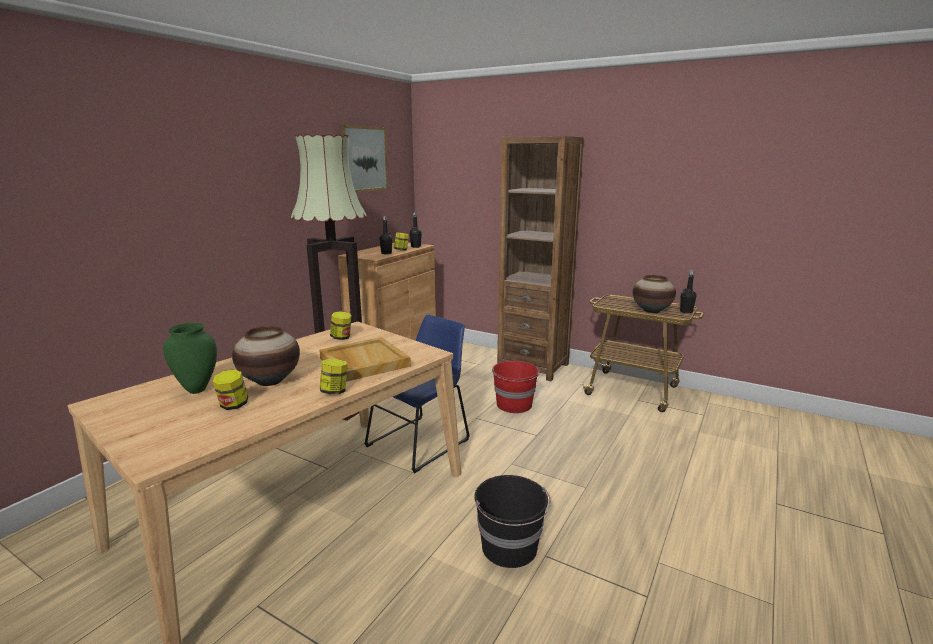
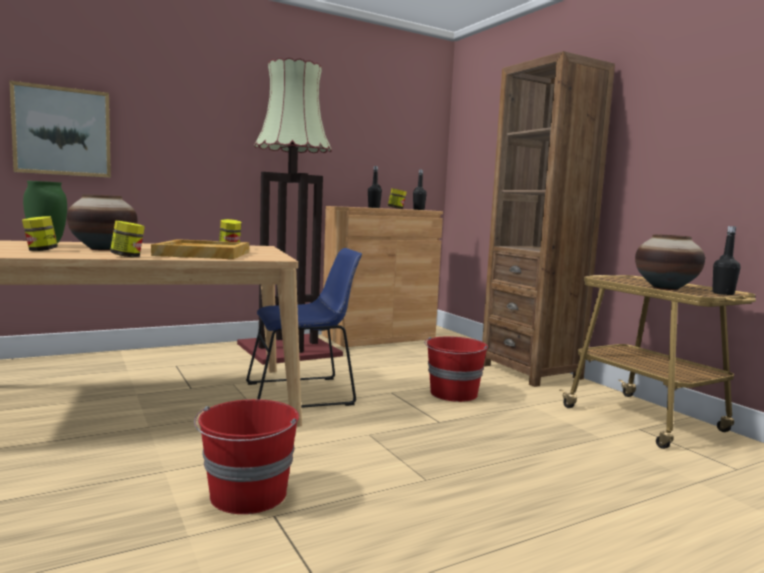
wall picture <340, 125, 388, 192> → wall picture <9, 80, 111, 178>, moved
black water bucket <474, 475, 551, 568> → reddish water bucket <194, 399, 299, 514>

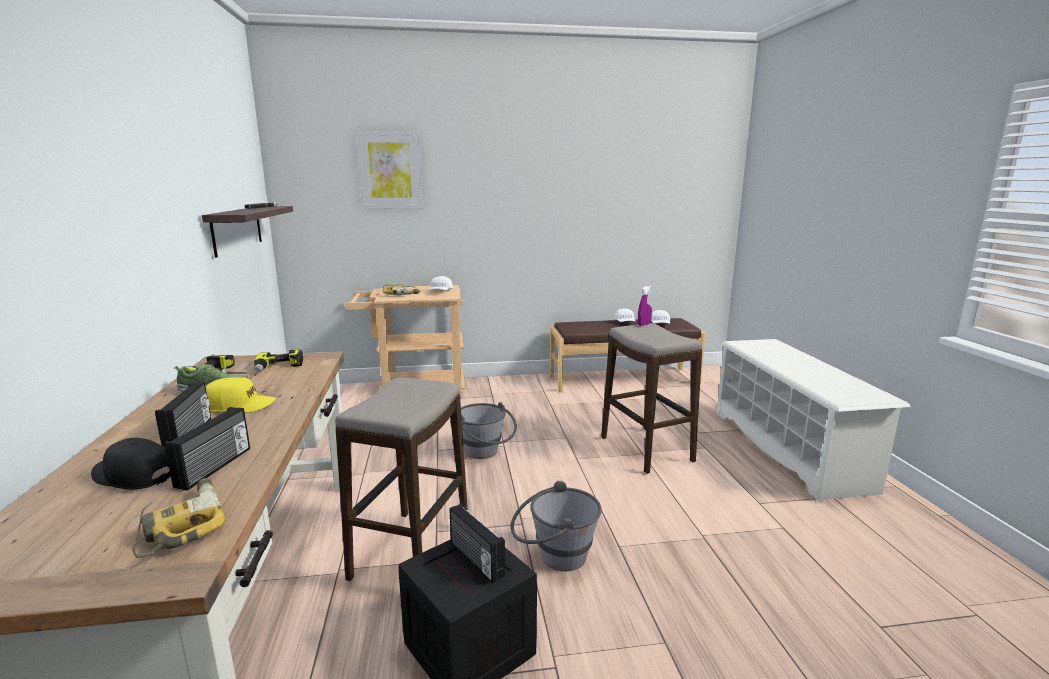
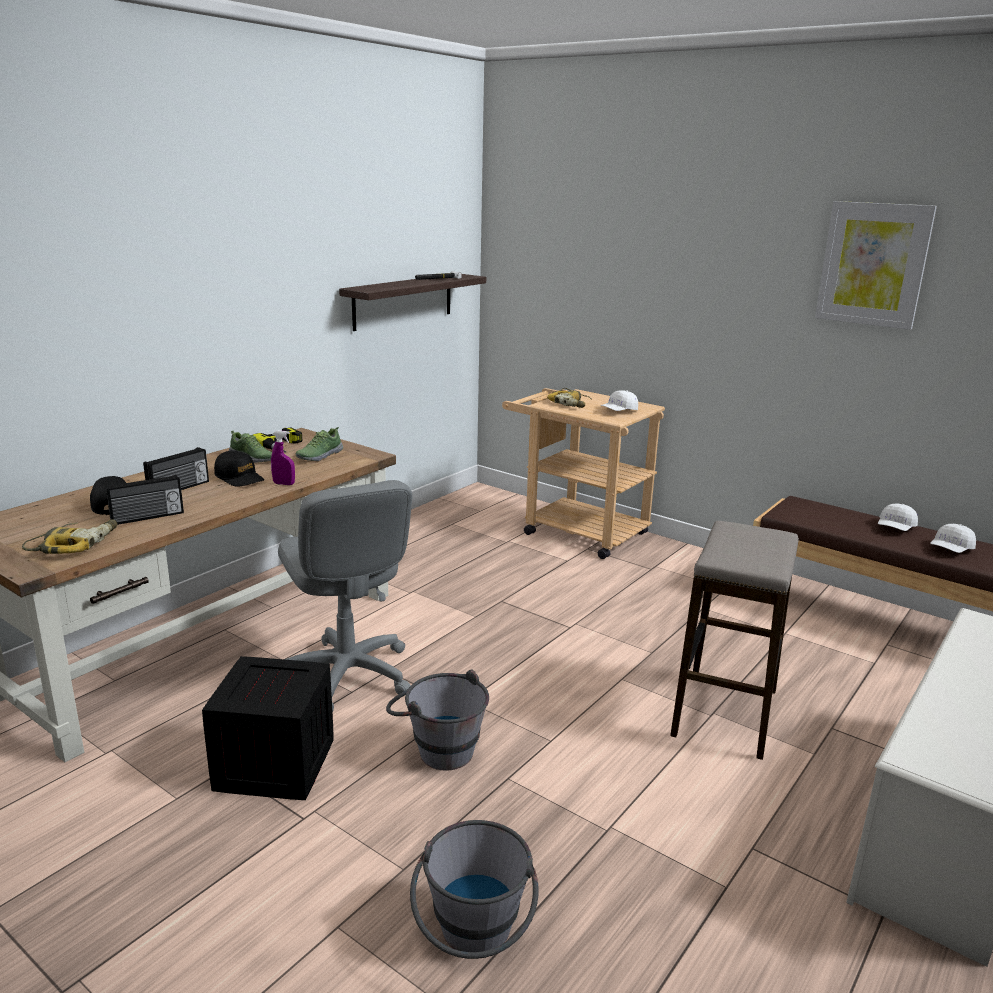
yellow baseball cap <206, 377, 276, 413> → black baseball cap <214, 451, 264, 487>
power drill <254, 349, 303, 376> → shoe <295, 427, 343, 461>
stool <335, 377, 468, 581> → gray office chair <278, 480, 412, 712>
wall picture <356, 131, 423, 209> → wall picture <815, 201, 937, 330>, moved
radio receiver <449, 504, 505, 583> → -
gray water bucket <461, 402, 517, 459> → gray water bucket <410, 820, 538, 959>, moved
purple sprayer <638, 286, 652, 326> → purple sprayer <271, 430, 295, 485>, moved

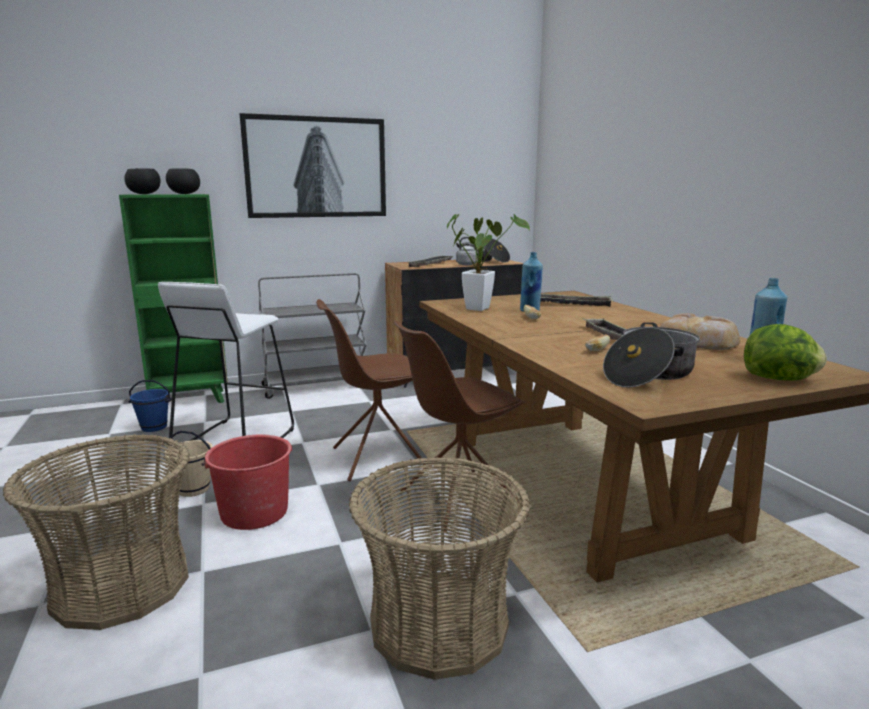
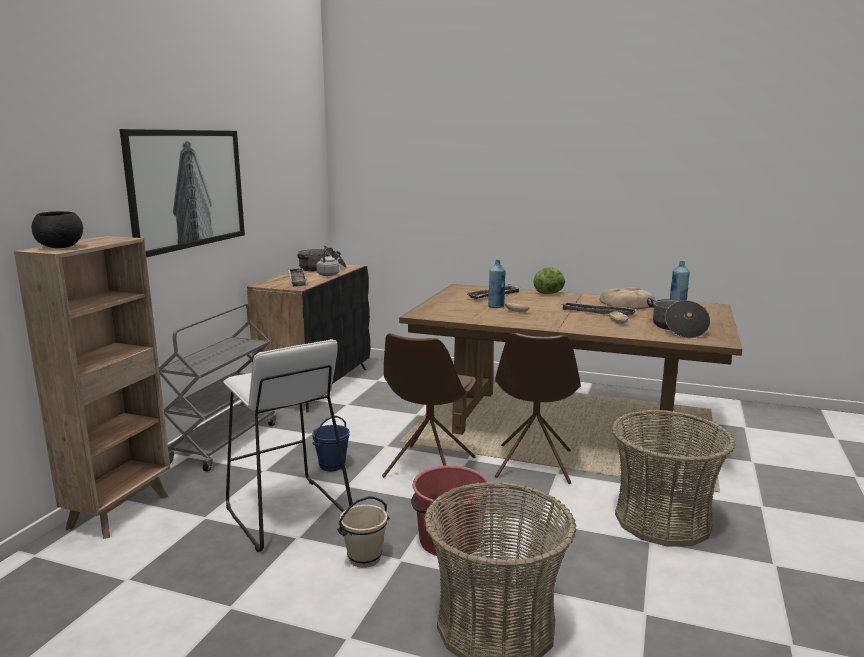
green shelving unit <119, 194, 228, 403> → brownish shelving unit <14, 236, 171, 539>
blue water bucket <128, 380, 172, 432> → blue water bucket <312, 416, 350, 471>, moved
black deep dish <166, 168, 200, 194> → -
plant in a pot <447, 214, 530, 311> → -
head of lettuce <744, 324, 827, 381> → head of lettuce <533, 267, 565, 294>, moved

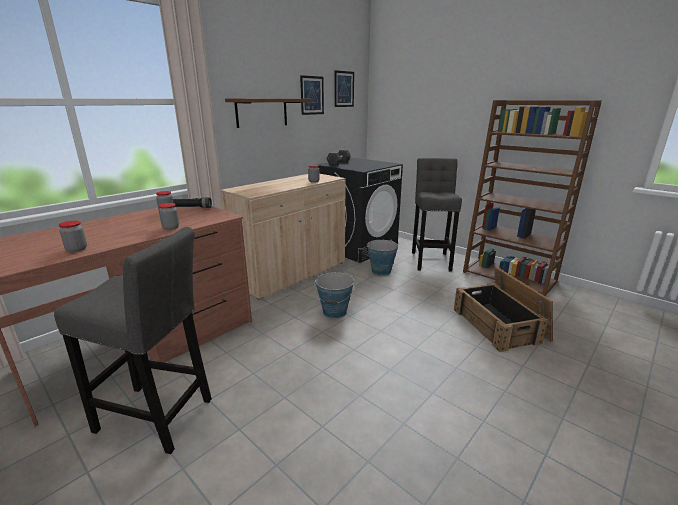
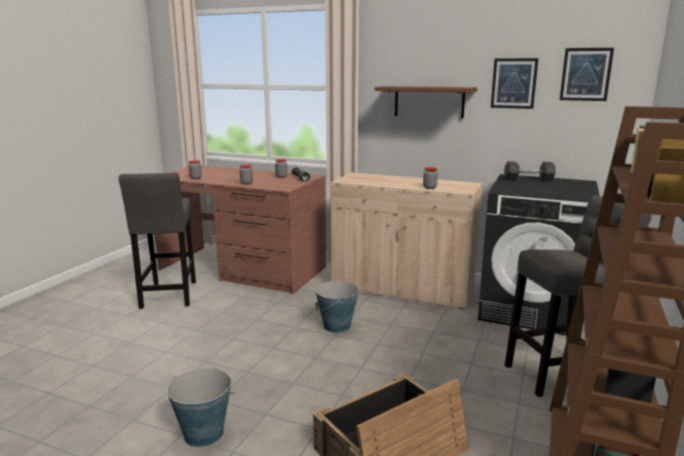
water bucket <366, 240, 398, 276> → water bucket <167, 368, 234, 447>, moved

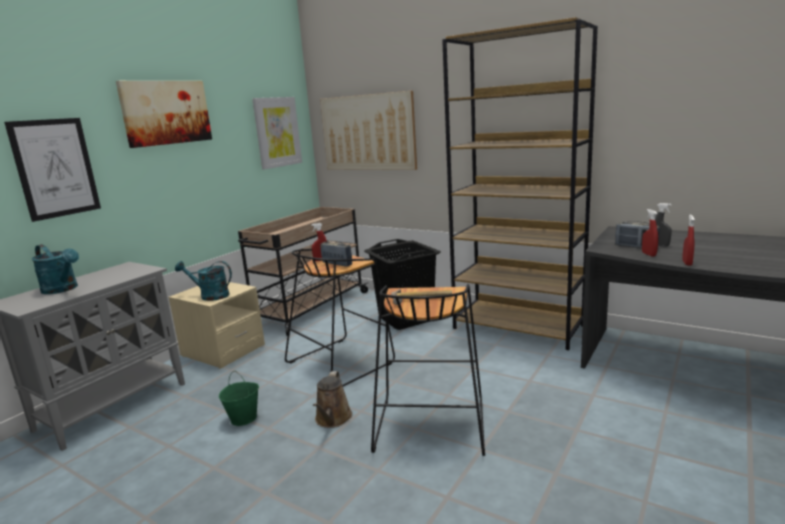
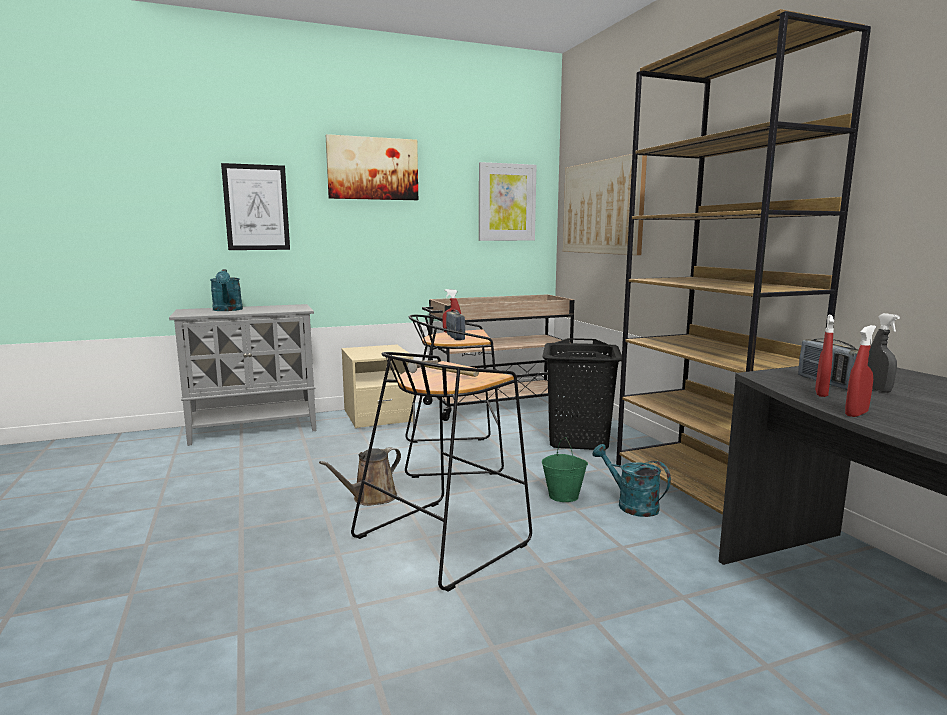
blue-green watering can <175, 261, 232, 301> → blue-green watering can <592, 444, 671, 517>, moved
green water bucket <219, 371, 259, 426> → green water bucket <542, 437, 588, 502>, moved

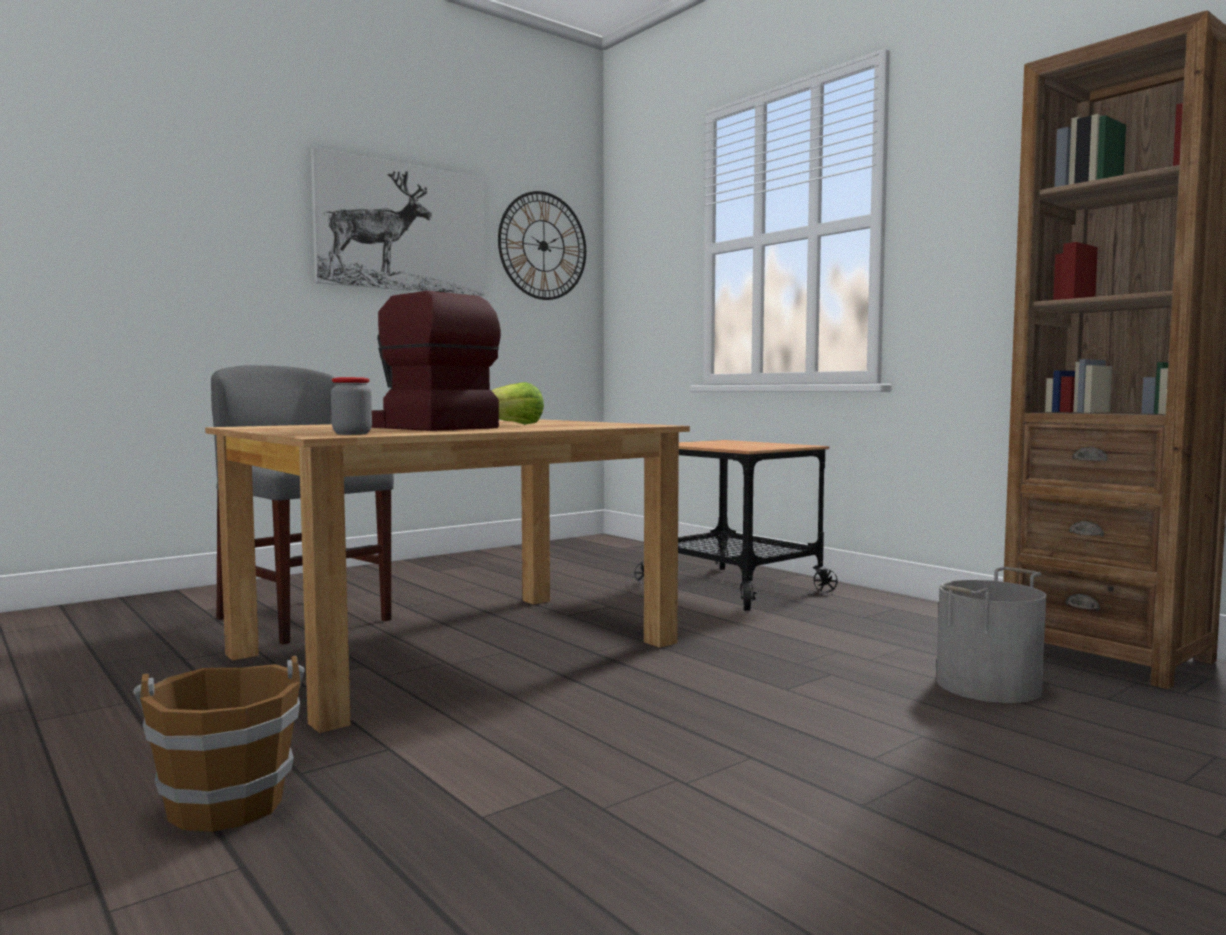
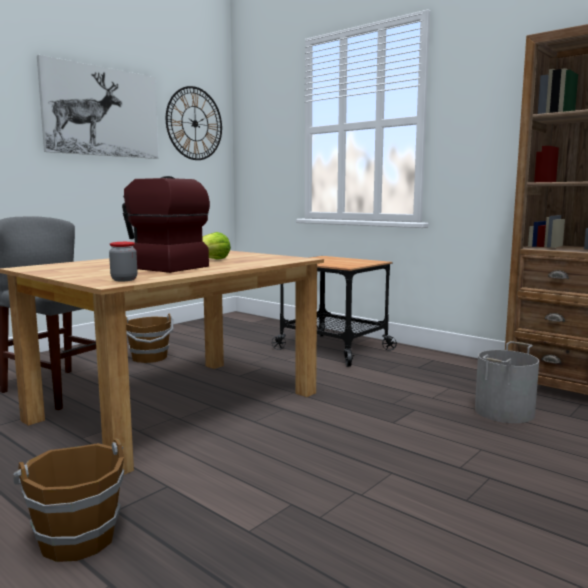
- → brownish water bucket <126, 313, 173, 363>

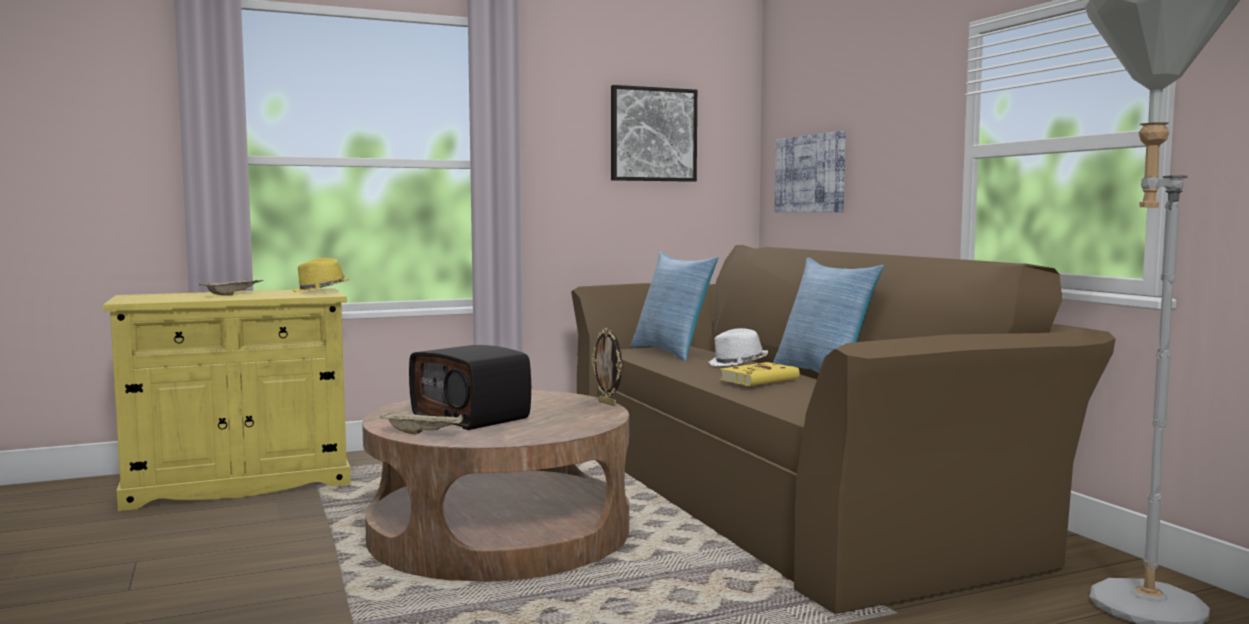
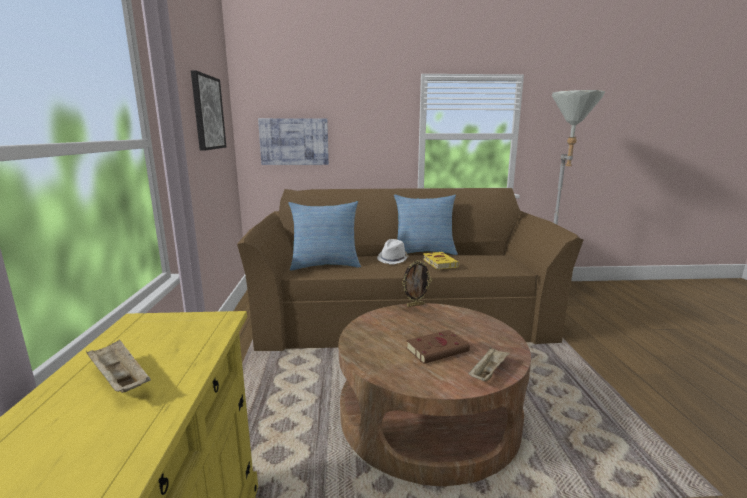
yellow hat <293, 258, 350, 292> → -
radio receiver <409, 345, 531, 430> → brownish book <406, 330, 470, 364>

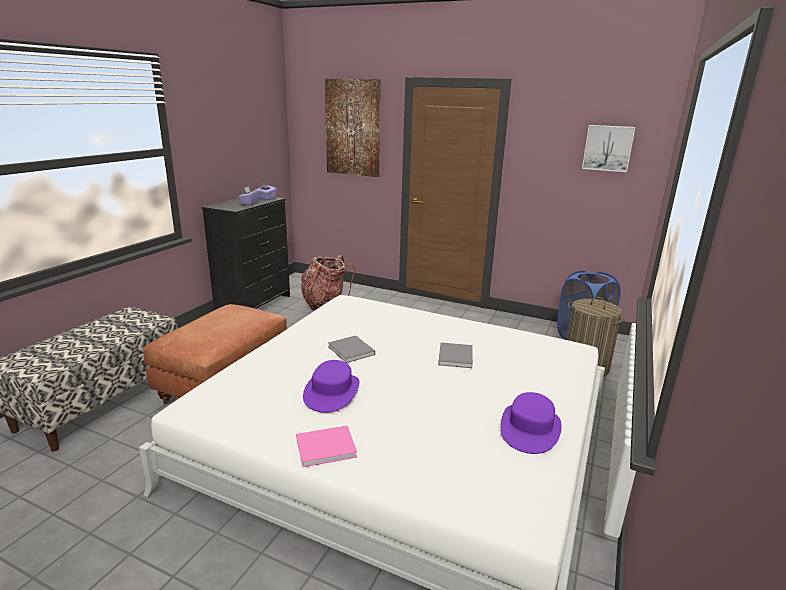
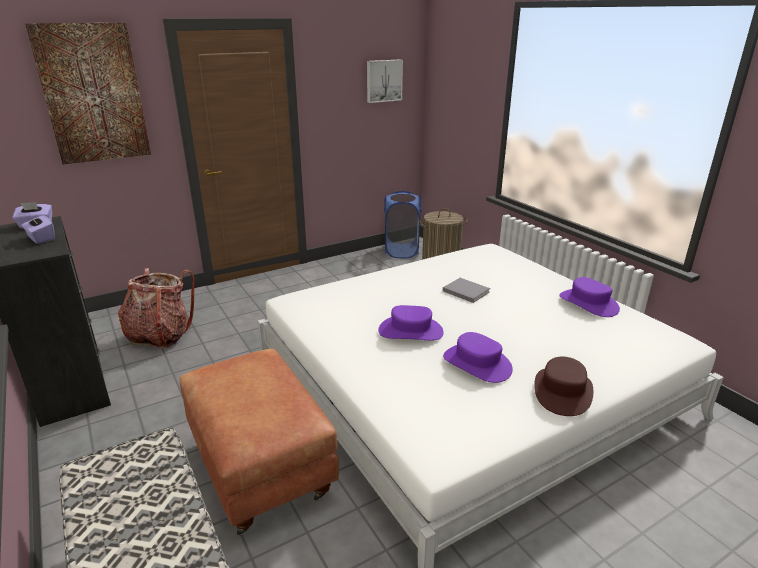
pinkish book <296, 425, 357, 467> → brownish hat <534, 357, 593, 416>
gray book <328, 335, 375, 363> → purple hat <378, 305, 444, 341>

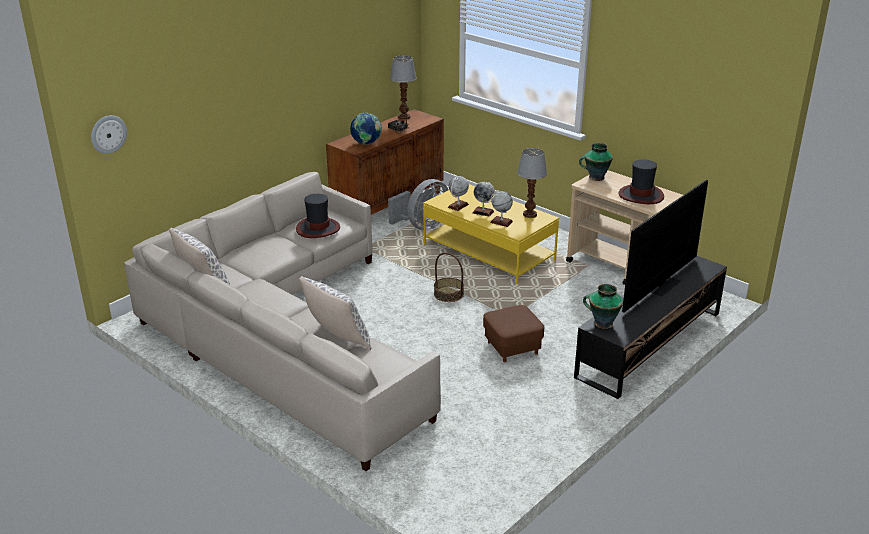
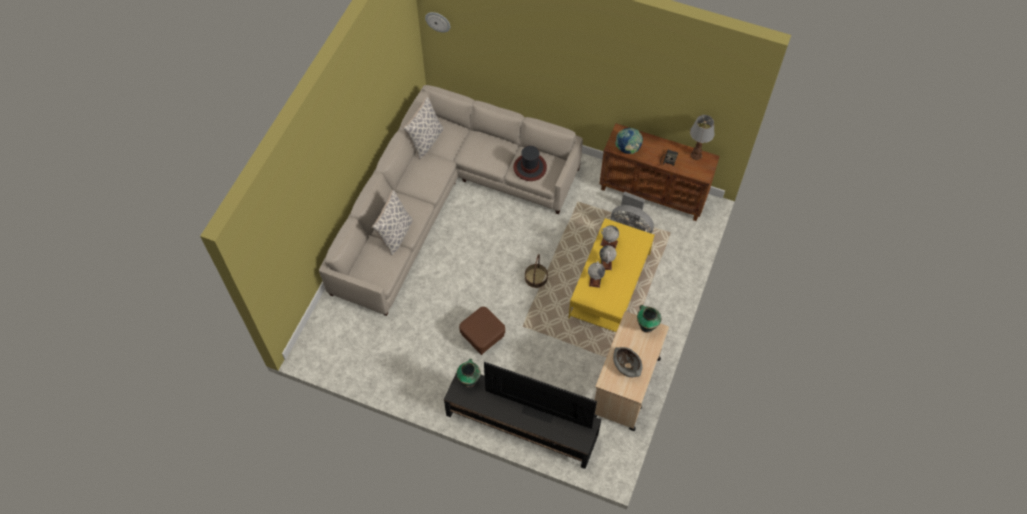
tabletop lamp <517, 148, 547, 218> → -
hat <619, 159, 664, 204> → gray deep dish <613, 347, 642, 377>

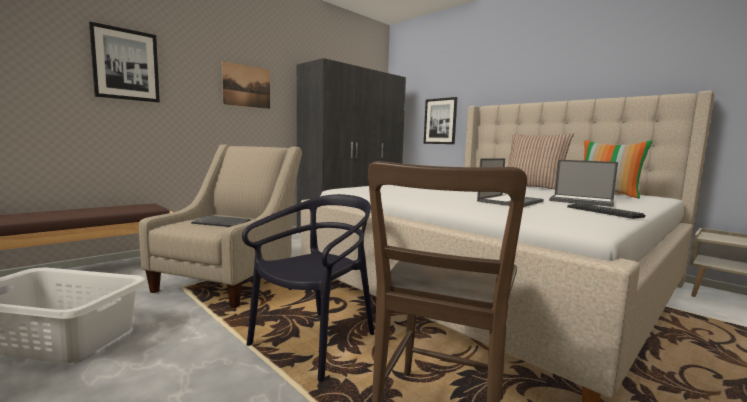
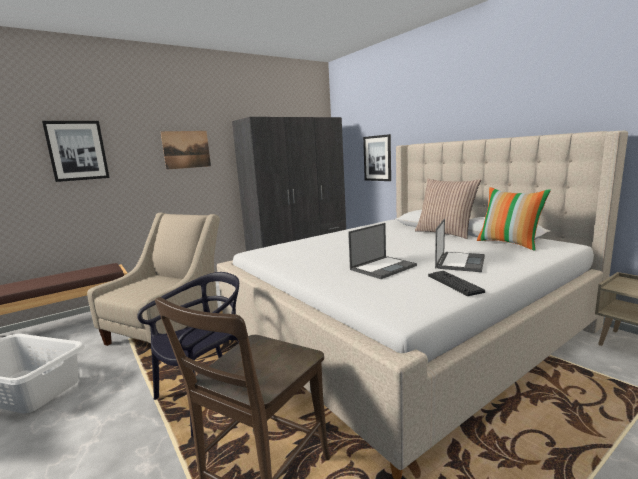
PC keyboard <191, 215, 250, 227> → -
notebook computer <549, 160, 618, 207> → notebook computer <435, 219, 485, 272>, 105 degrees counterclockwise

